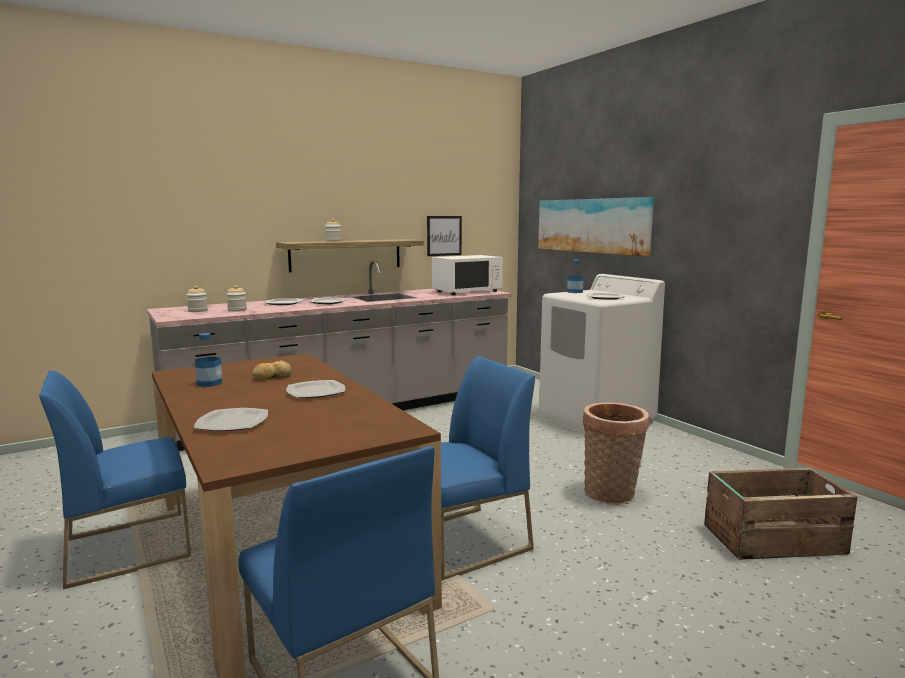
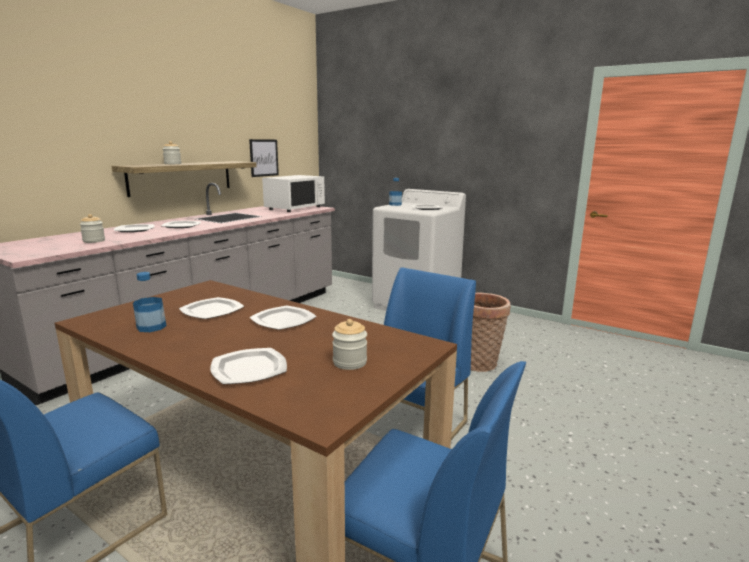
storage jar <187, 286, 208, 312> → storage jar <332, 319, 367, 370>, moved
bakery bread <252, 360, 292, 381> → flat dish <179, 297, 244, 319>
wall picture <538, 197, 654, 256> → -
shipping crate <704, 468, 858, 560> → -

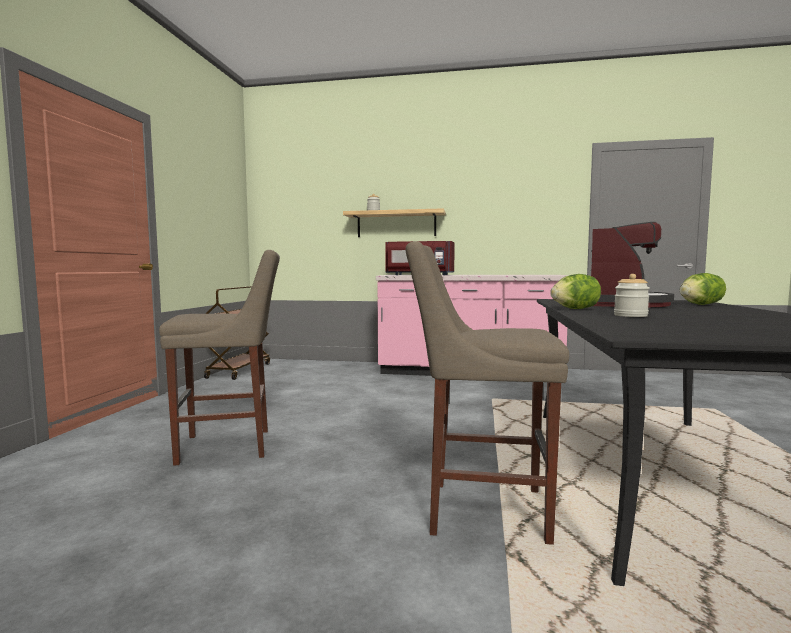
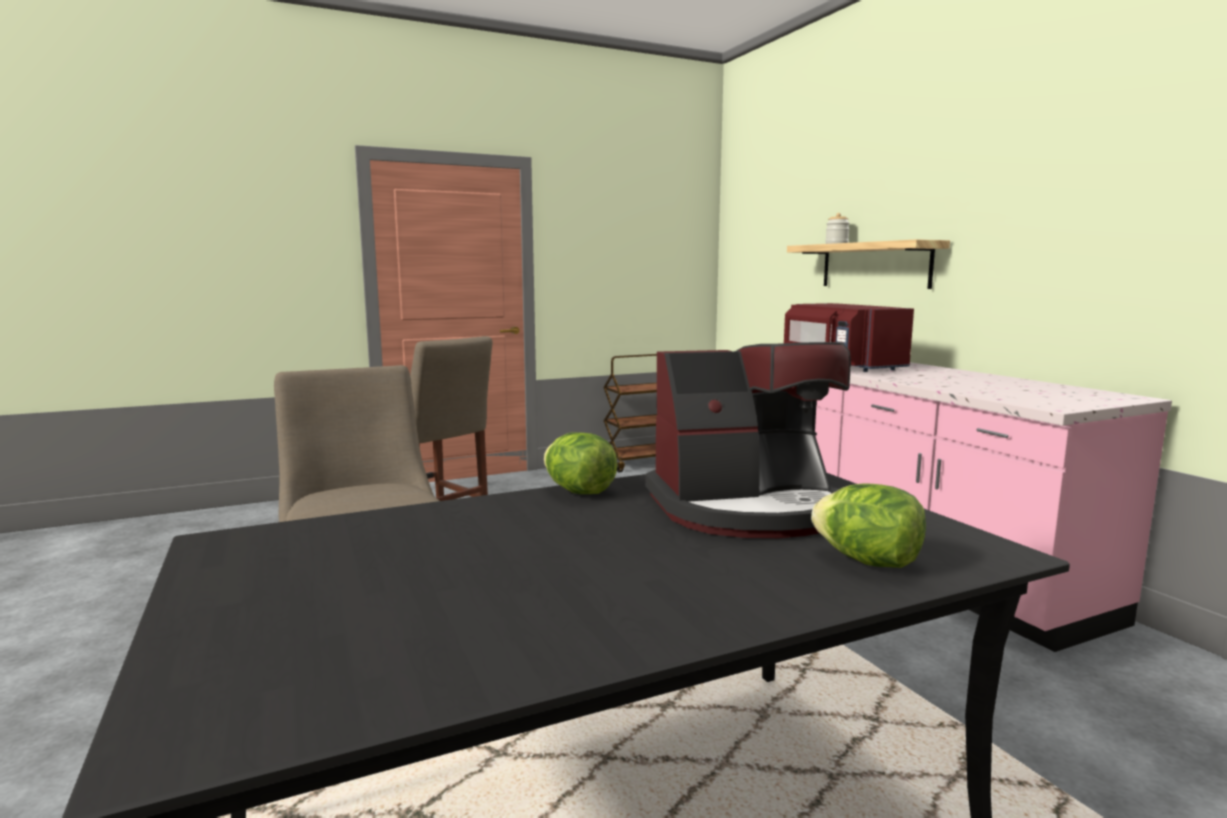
storage jar <614, 274, 650, 317> → -

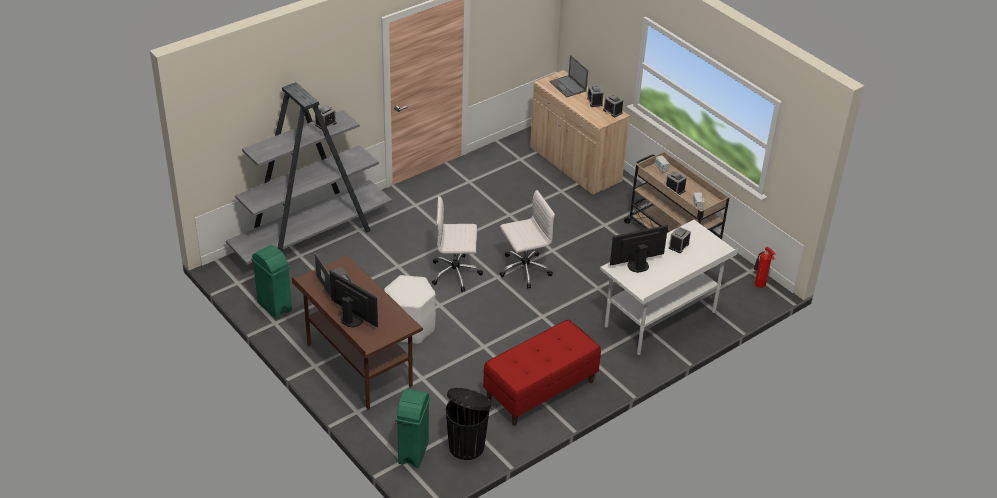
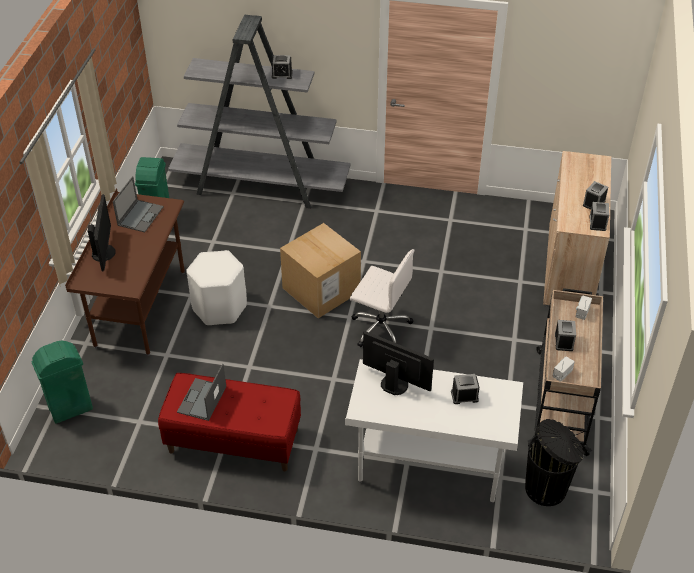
white office chair <432, 196, 483, 292> → packing box <280, 223, 361, 318>
black trash can <446, 388, 492, 460> → black trash can <525, 419, 584, 506>, moved
notebook computer <549, 55, 588, 97> → notebook computer <177, 364, 226, 421>, moved
extinguisher <754, 247, 775, 288> → -

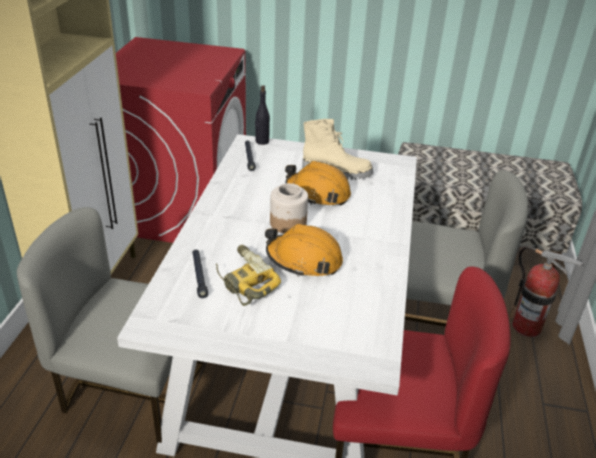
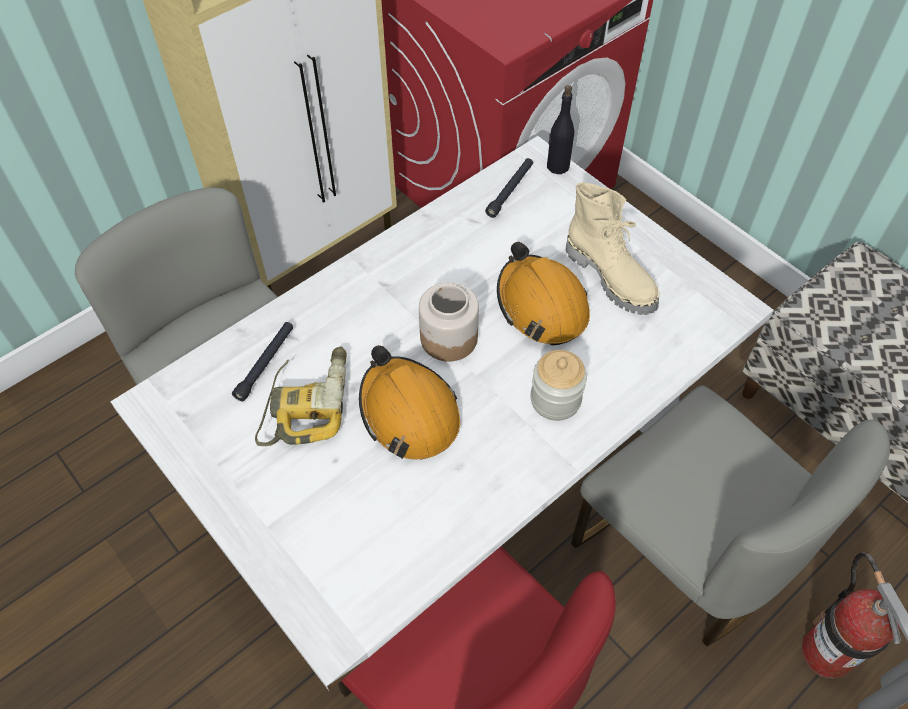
- → storage jar <530, 350, 587, 421>

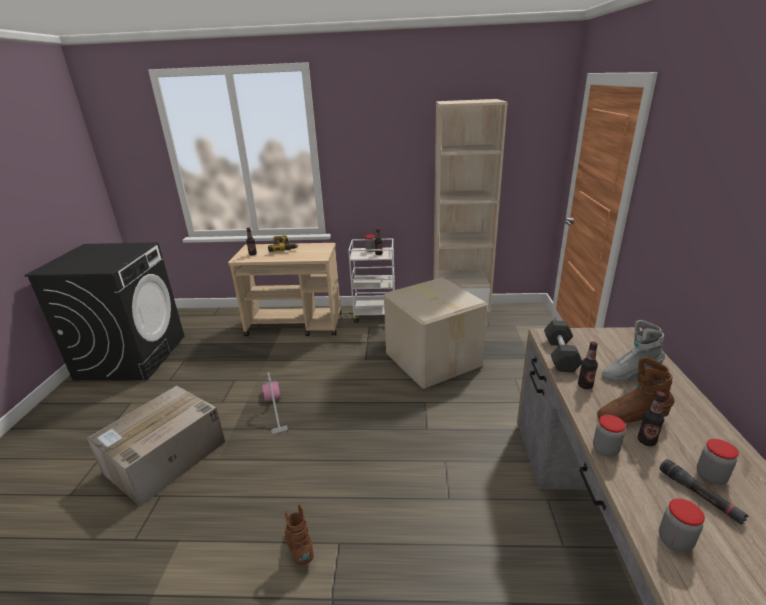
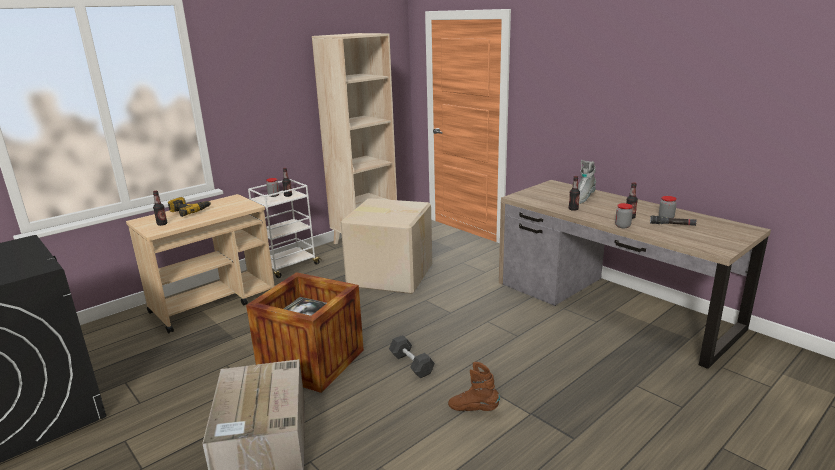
hoover <262, 372, 288, 435> → shipping crate <246, 272, 364, 393>
black free weight <544, 320, 582, 372> → black free weight <389, 335, 435, 378>, moved
brownish high-top boot <597, 357, 674, 423> → -
storage jar <659, 498, 705, 553> → -

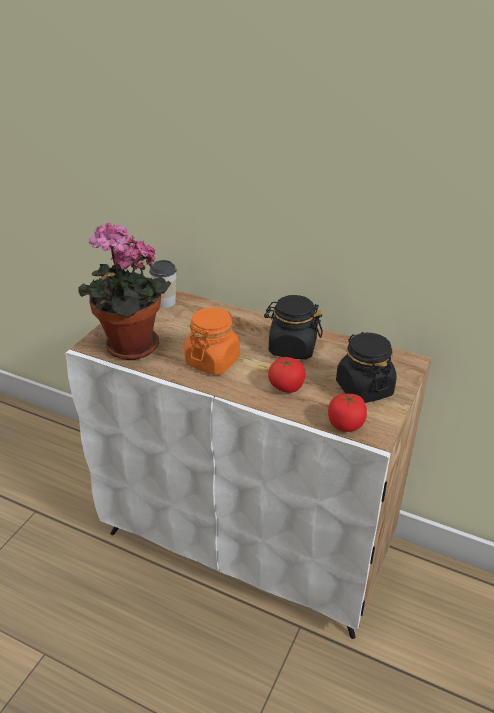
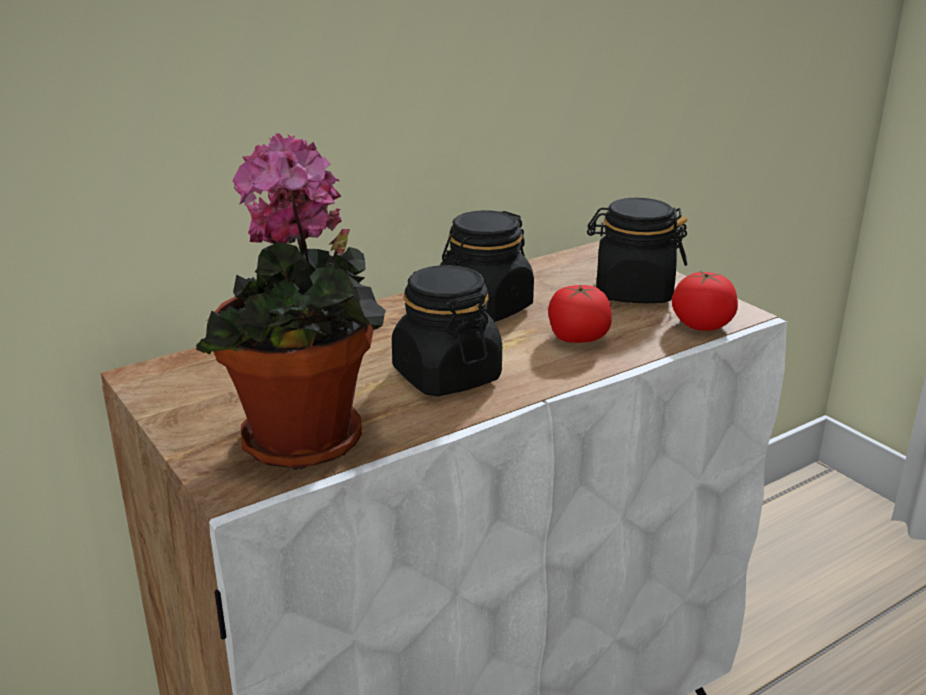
drinking cup <149, 260, 177, 308> → -
orangey storage jar <184, 307, 240, 375> → black storage jar <392, 265, 502, 396>

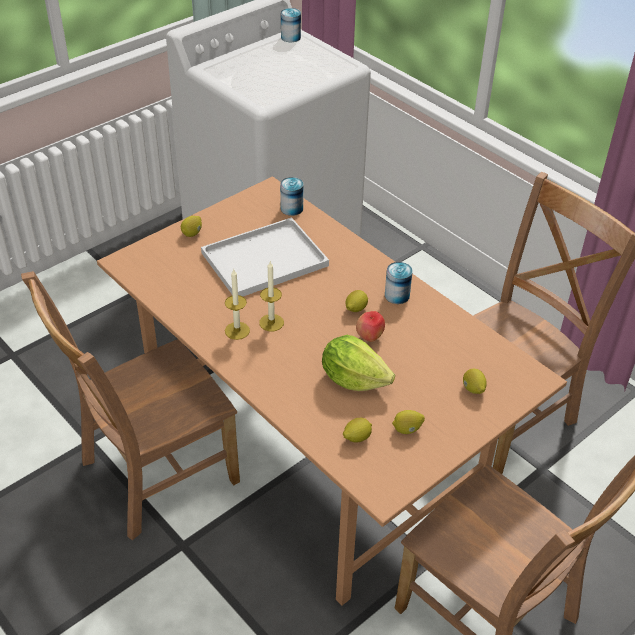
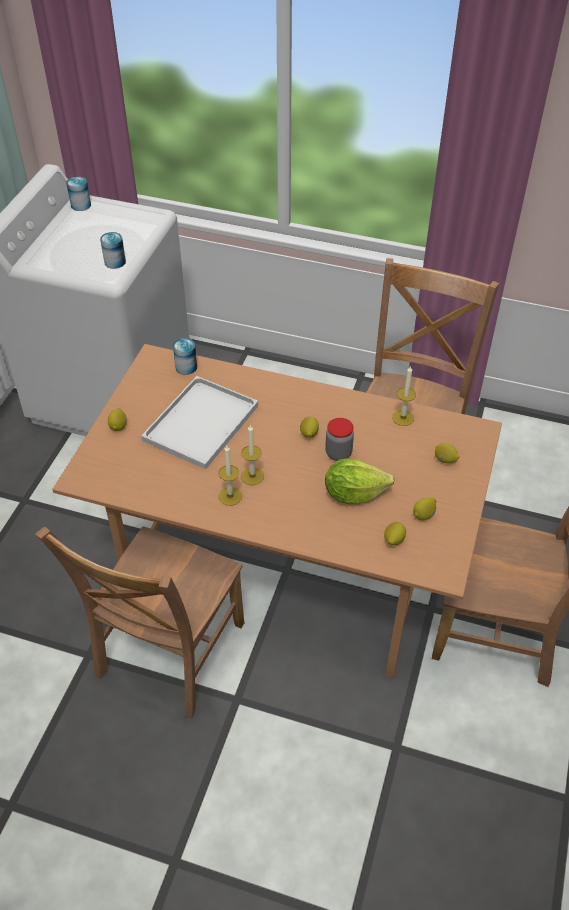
apple fruit <356, 311, 385, 342> → storage jar <325, 418, 354, 461>
can <385, 262, 413, 304> → can <100, 232, 126, 269>, moved
- → candle <392, 365, 416, 426>

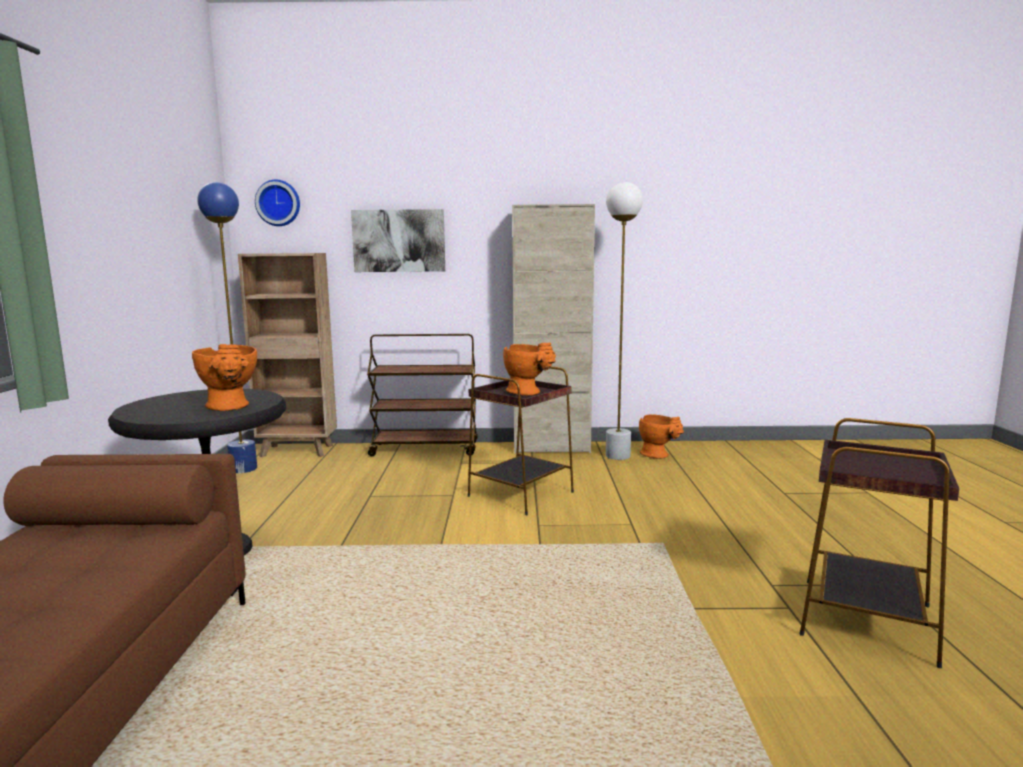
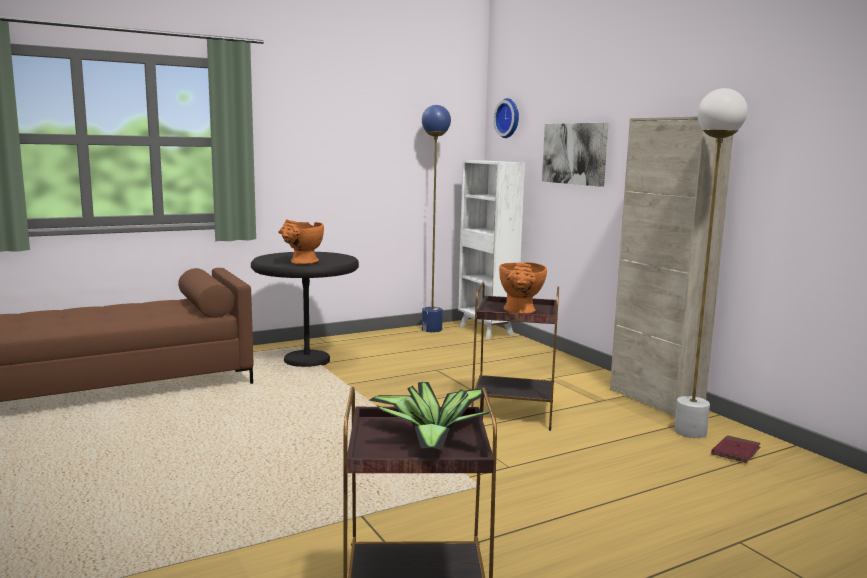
brownish shelving unit <238, 253, 337, 457> → white shelving unit <458, 160, 525, 339>
brownish trolley <367, 334, 478, 456> → -
orangey decorative vase <639, 414, 684, 459> → reddish book <711, 435, 761, 463>
- → plant in a pot <369, 382, 492, 450>

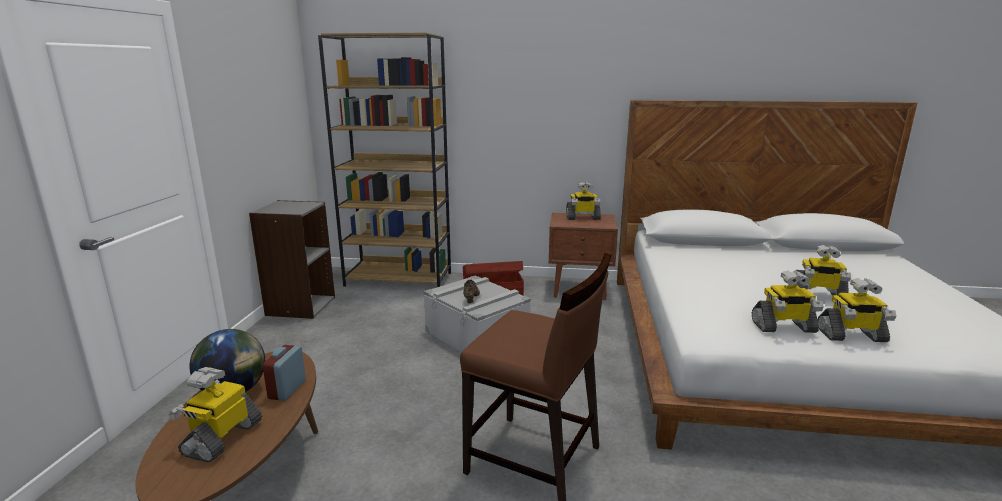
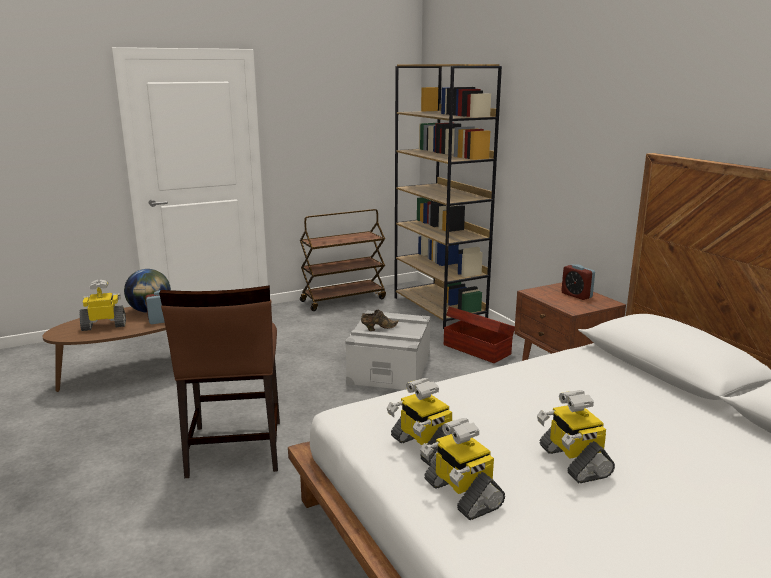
gray shelving unit <249, 200, 335, 319> → brownish trolley <300, 209, 386, 311>
robot figure <566, 182, 601, 220> → table clock <561, 264, 595, 300>

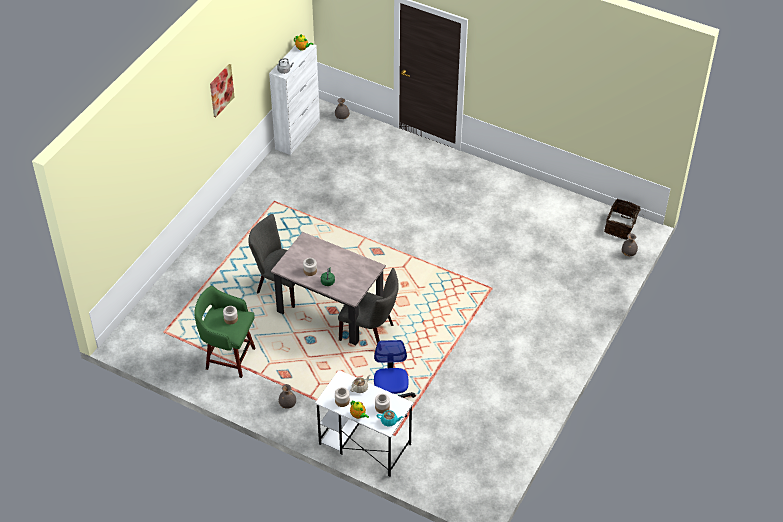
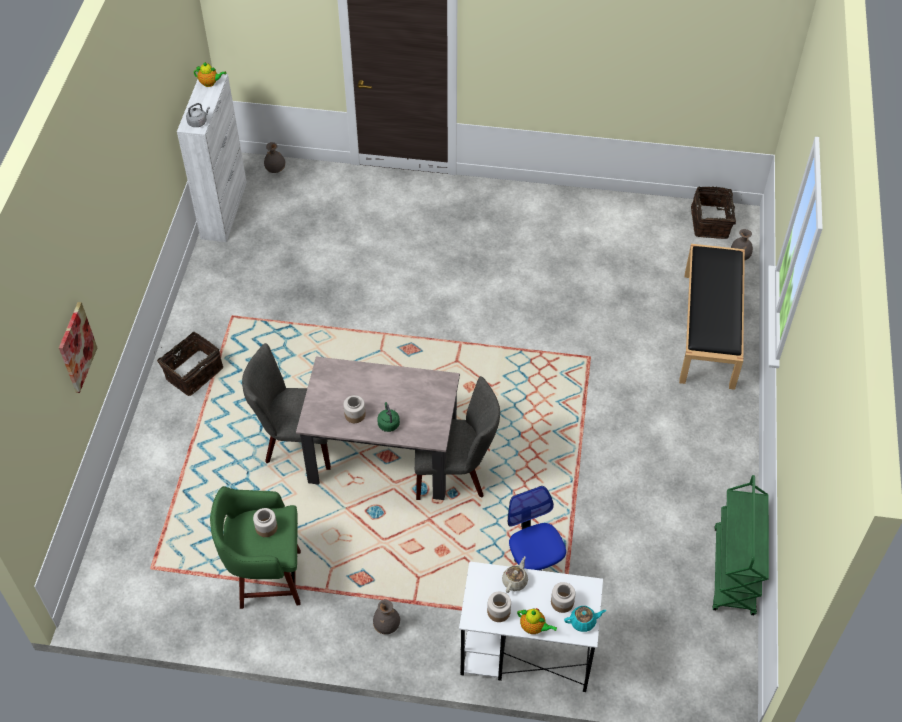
wall picture <210, 64, 234, 117> → wall picture <59, 302, 97, 393>, moved
- → storage basket <157, 332, 223, 396>
- → black long seat <679, 244, 745, 390>
- → green trolley <712, 475, 769, 615>

